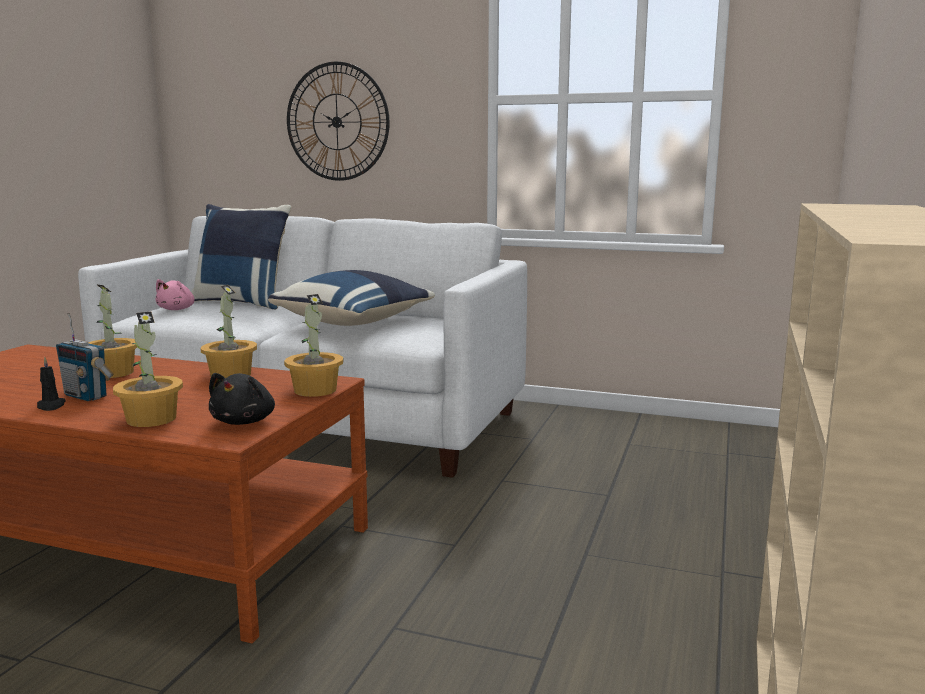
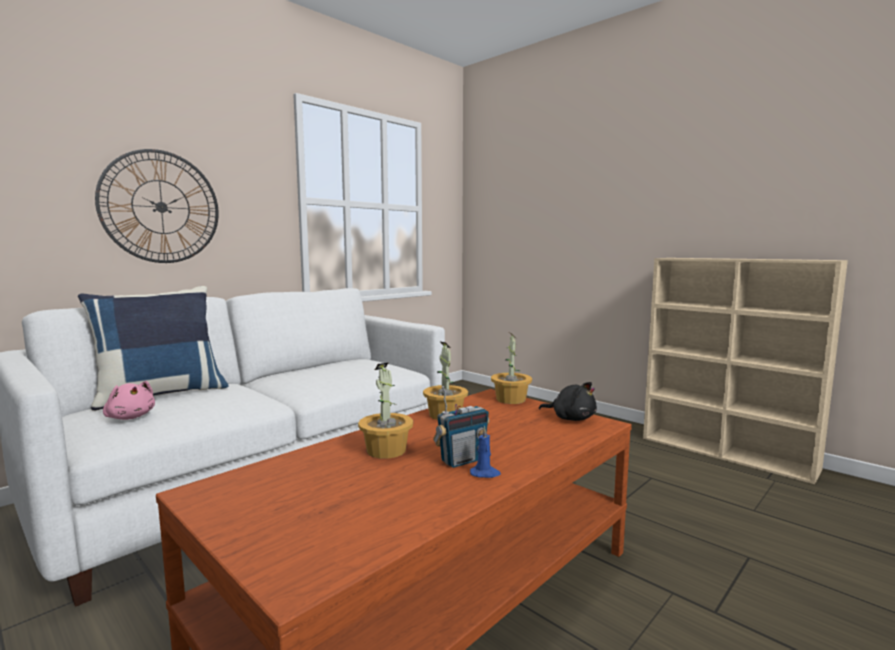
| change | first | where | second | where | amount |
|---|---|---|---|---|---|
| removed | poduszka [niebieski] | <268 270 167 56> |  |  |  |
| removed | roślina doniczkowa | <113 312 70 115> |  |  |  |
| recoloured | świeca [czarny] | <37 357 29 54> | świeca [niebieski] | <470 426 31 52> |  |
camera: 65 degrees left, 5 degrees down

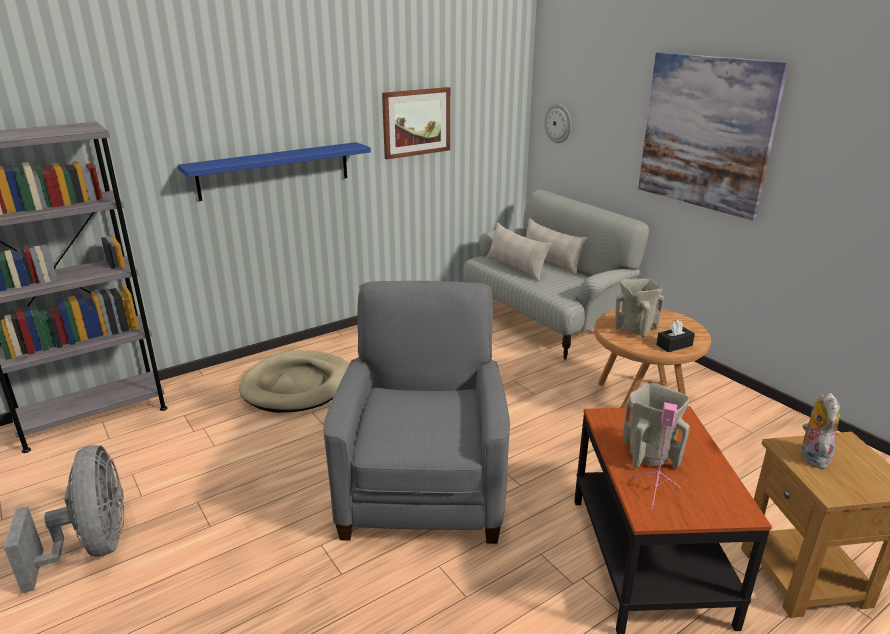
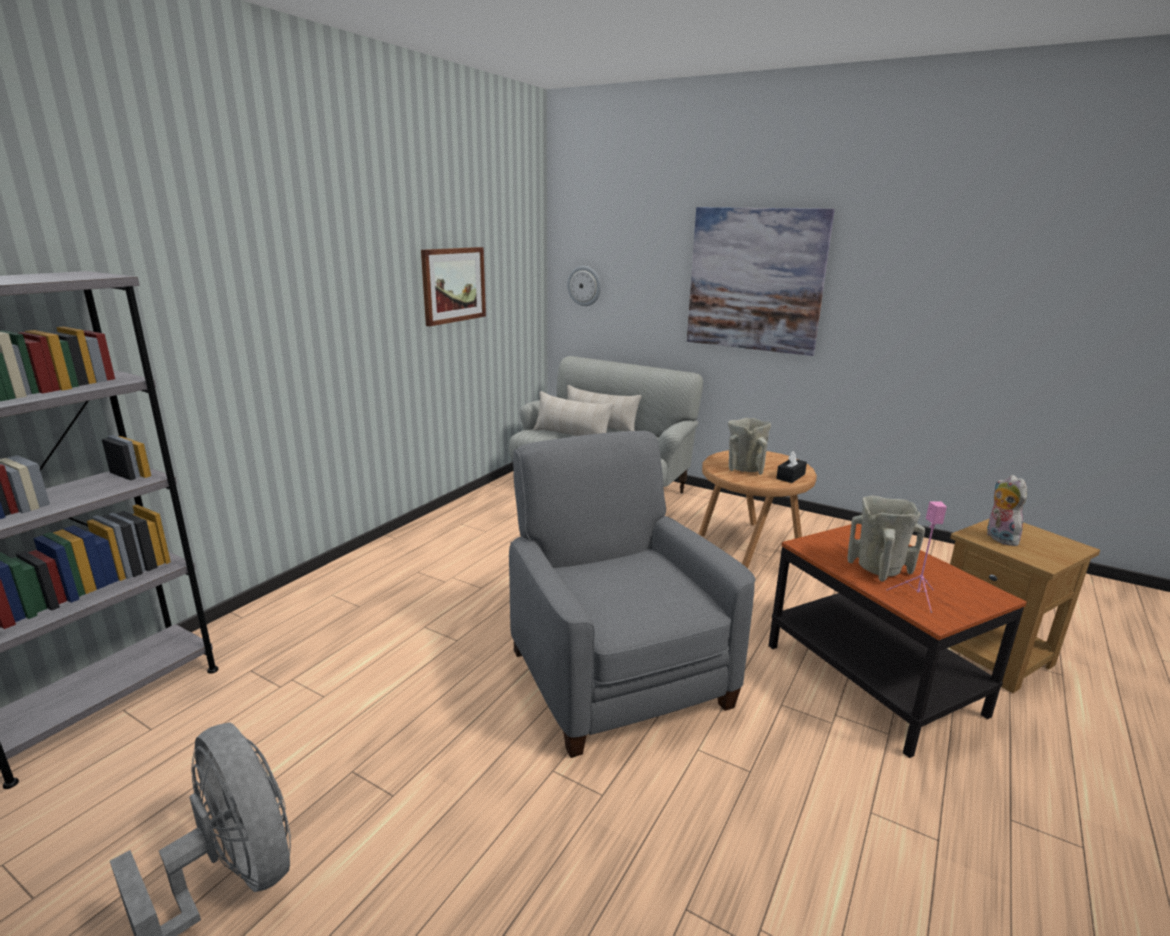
| change | first | where | second | where | amount |
|---|---|---|---|---|---|
| removed | półka [niebieski] | <178 142 193 59> |  |  |  |
| removed | legowisko [beżowy] | <239 350 110 63> |  |  |  |
camera: 25 degrees left, 5 degrees down

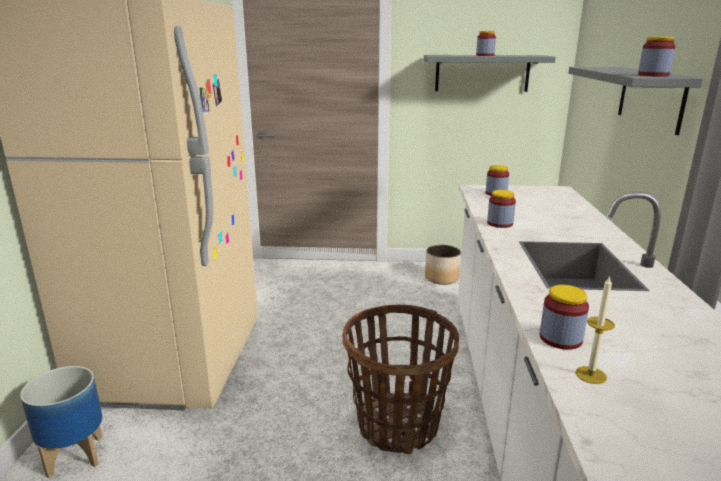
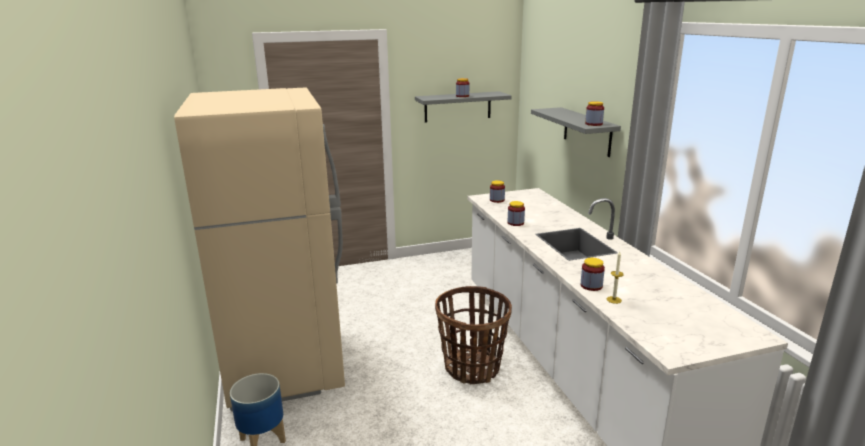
| change | first | where | second | where | amount |
|---|---|---|---|---|---|
| removed | donica | <425 245 36 40> |  |  |  |
camera: 20 degrees left, 0 degrees up

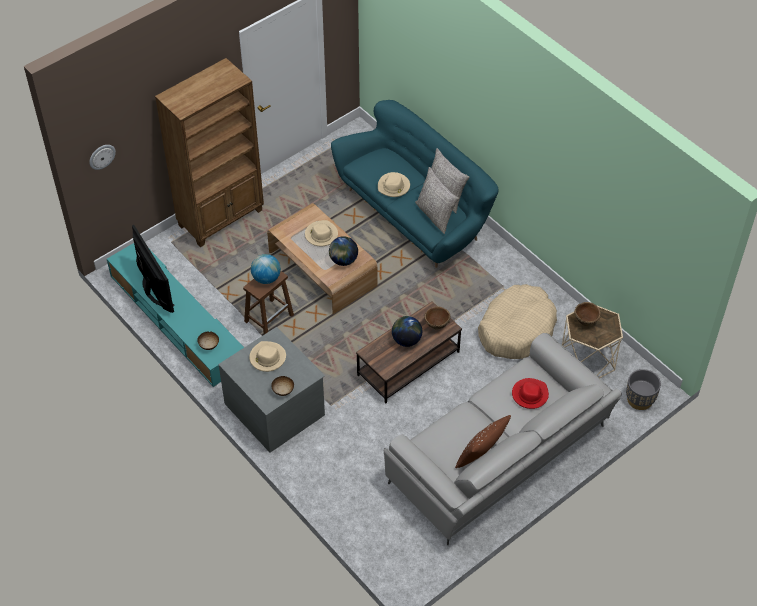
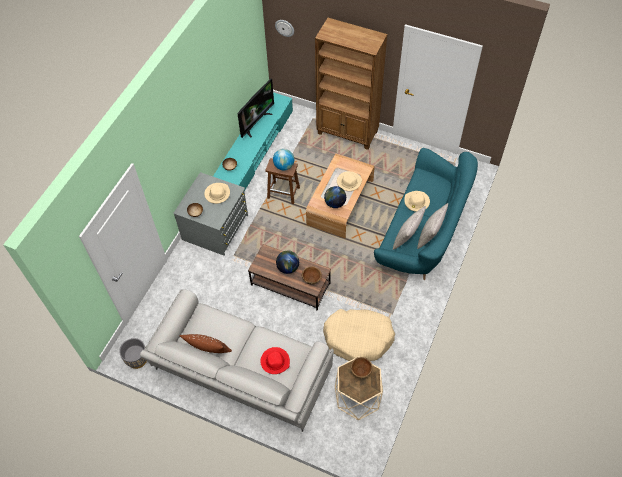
| change | first | where | second | where | amount |
|---|---|---|---|---|---|
| moved | donica [szary] | <626 369 35 41> |  | <119 338 28 31> |  |
camera: 65 degrees right, 5 degrees up

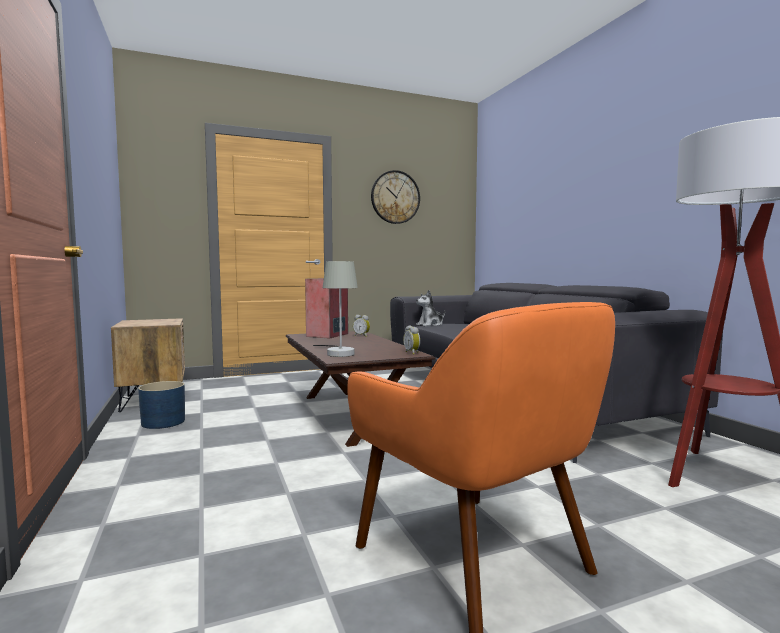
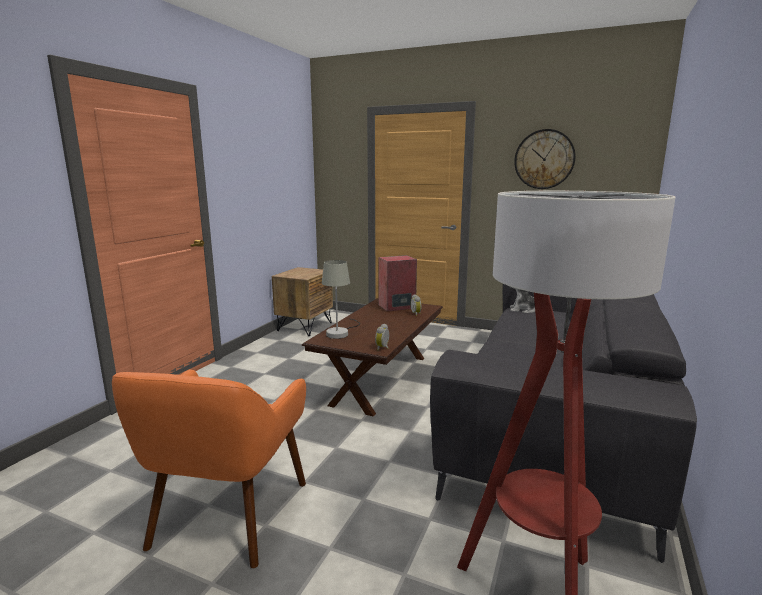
| change | first | where | second | where | amount |
|---|---|---|---|---|---|
| removed | donica [niebieski] | <138 381 47 48> |  |  |  |
camera: 45 degrees right, 10 degrees up

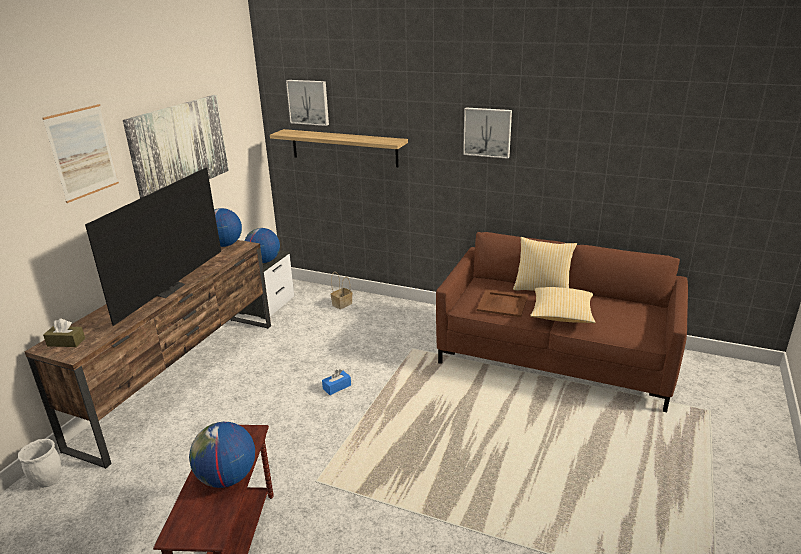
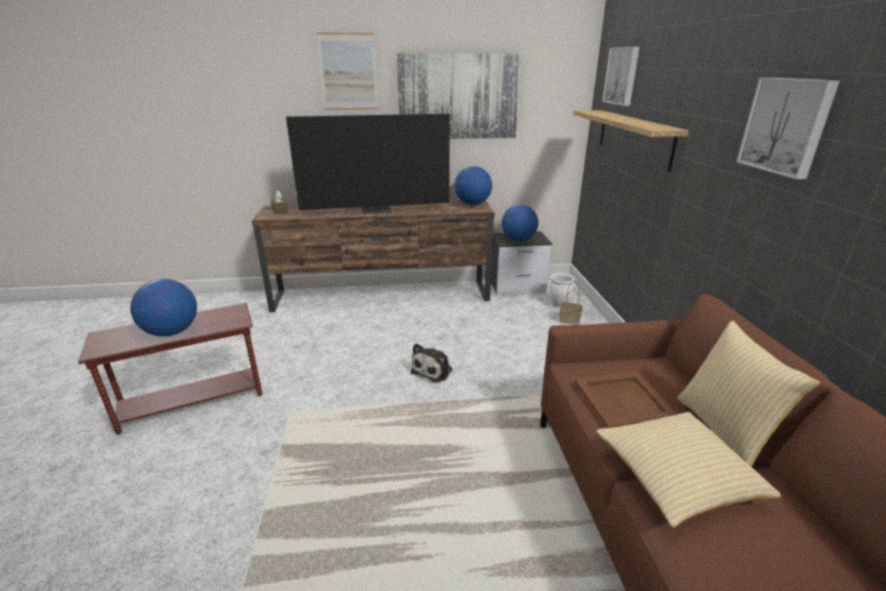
| change | first | where | second | where | amount |
|---|---|---|---|---|---|
| replaced | pudełko chusteczek [niebieski] | <322 369 29 26> | pluszak | <410 343 42 39> |  |
| moved | donica [biały] | <18 439 43 49> |  | <549 273 26 34> |  |
camera: 60 degrees right, 0 degrees up

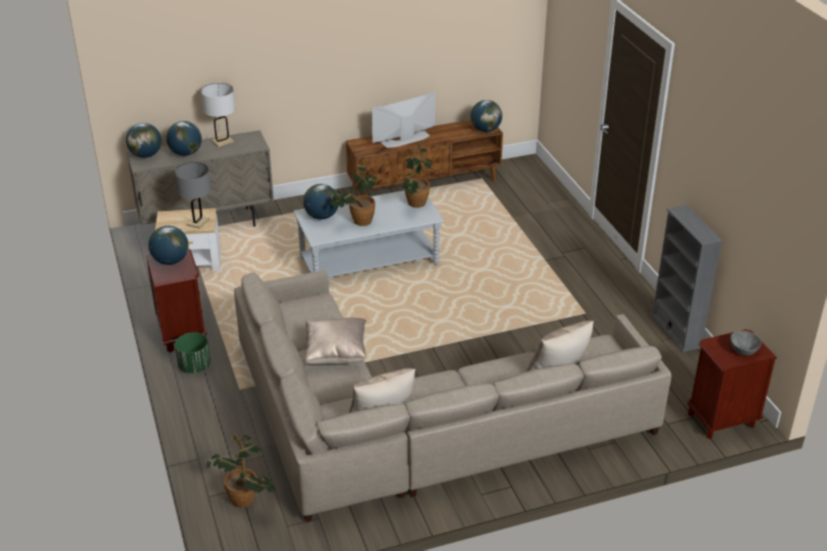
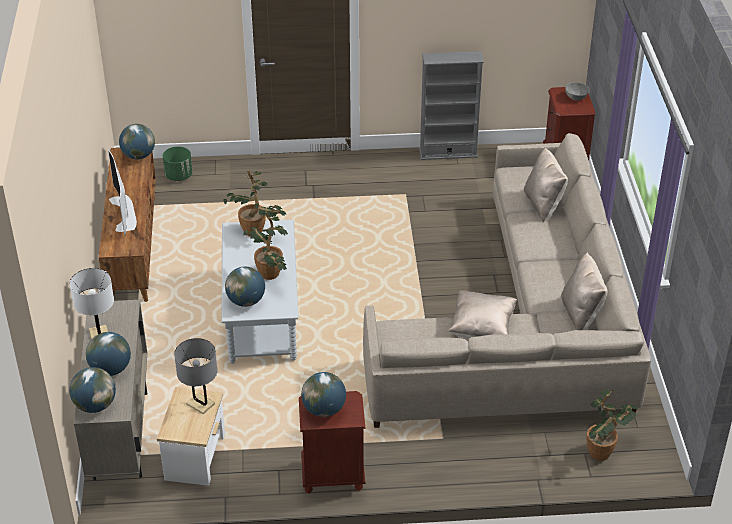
| change | first | where | second | where | amount |
|---|---|---|---|---|---|
| moved | donica [zielony] | <175 333 36 40> |  | <162 146 31 35> |  |
camera: 75 degrees left, 5 degrees up

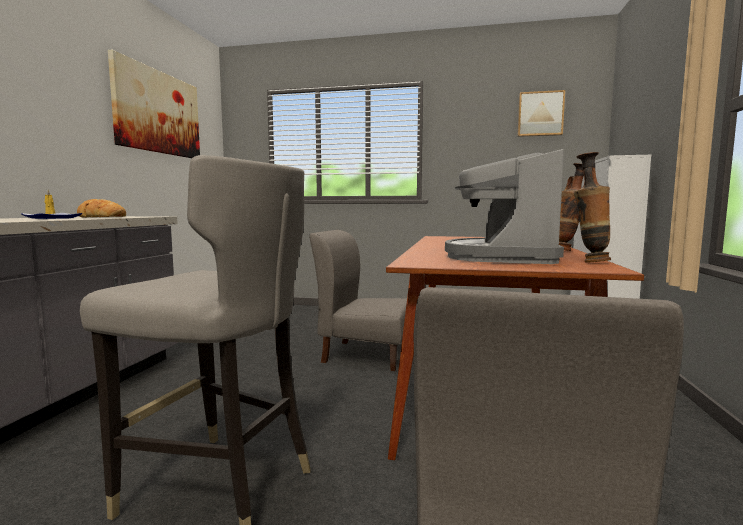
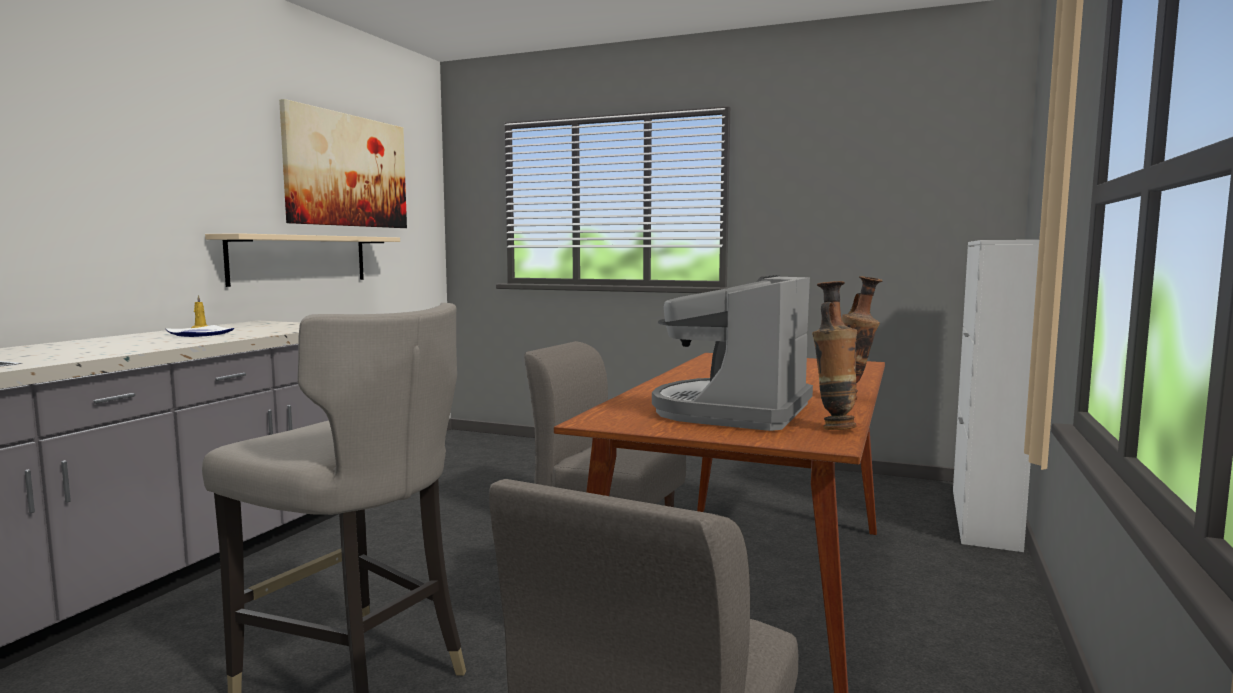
| change | first | where | second | where | amount |
|---|---|---|---|---|---|
| removed | obraz | <517 90 48 47> |  |  |  |
| removed | chleb | <77 199 49 19> |  |  |  |
| added |  |  | półka [beżowy] | <205 233 195 54> |  |
camera: 10 degrees right, 0 degrees up

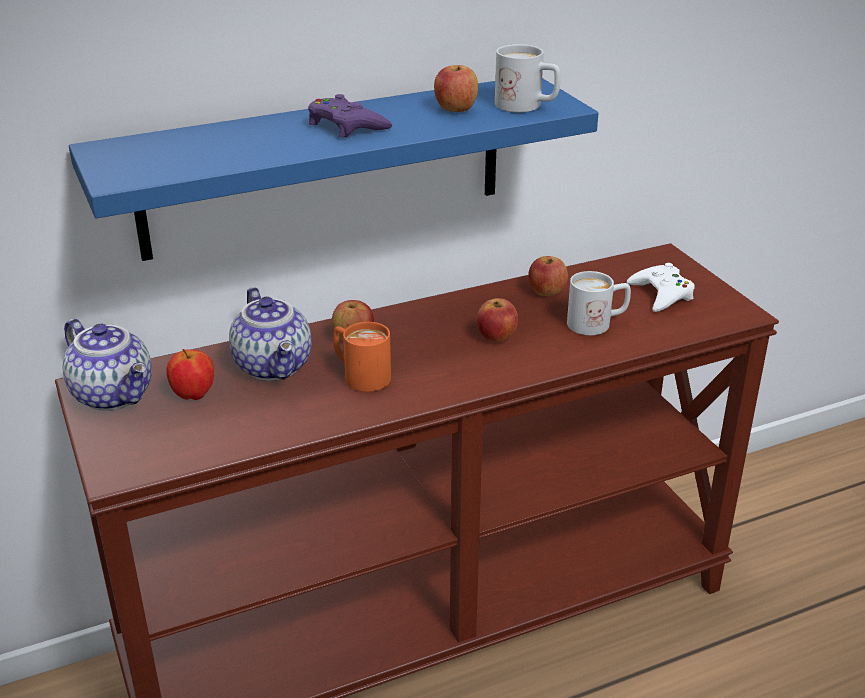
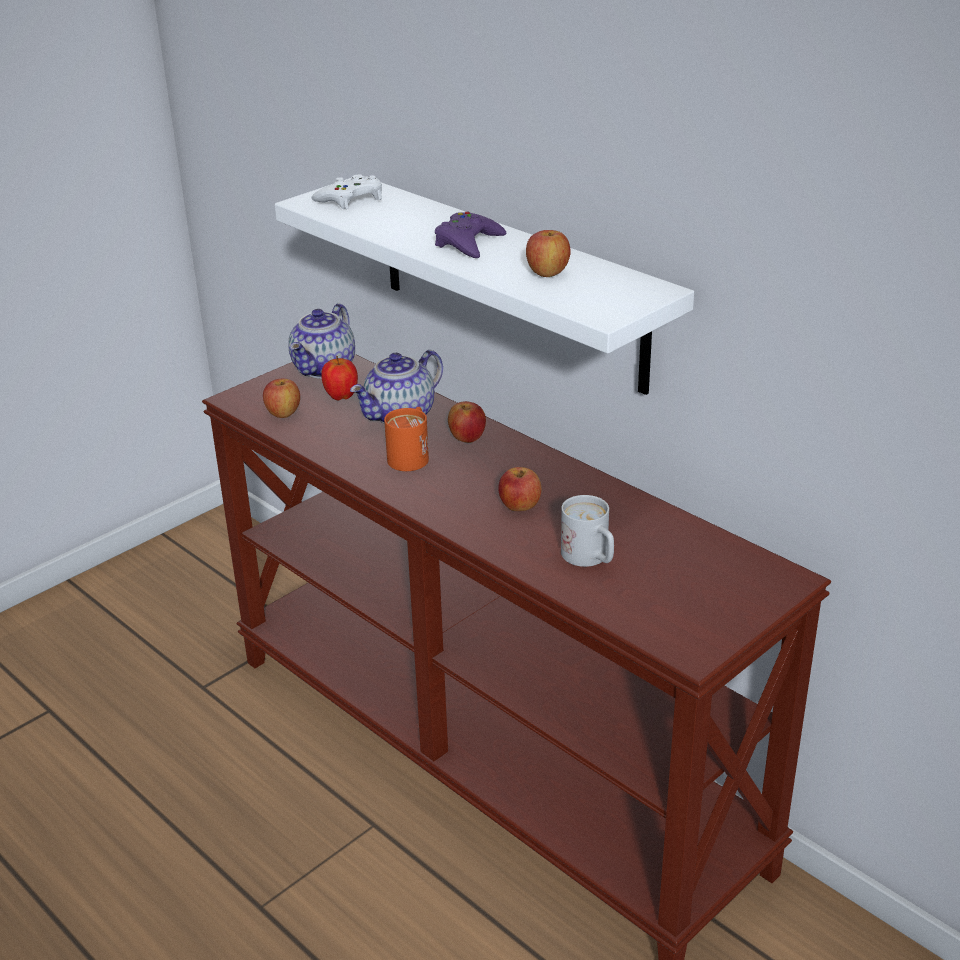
| change | first | where | second | where | amount |
|---|---|---|---|---|---|
| removed | kubek [biały] | <495 44 66 68> |  |  |  |
| recoloured | półka [niebieski] | <69 78 530 183> | półka [biały] | <275 178 419 217> |  |
| moved | jabłko | <528 256 40 40> |  | <263 379 37 39> |  |
| moved | pad do gier [biały] | <627 263 68 49> |  | <311 175 71 34> |  |
camera: 70 degrees right, 0 degrees up

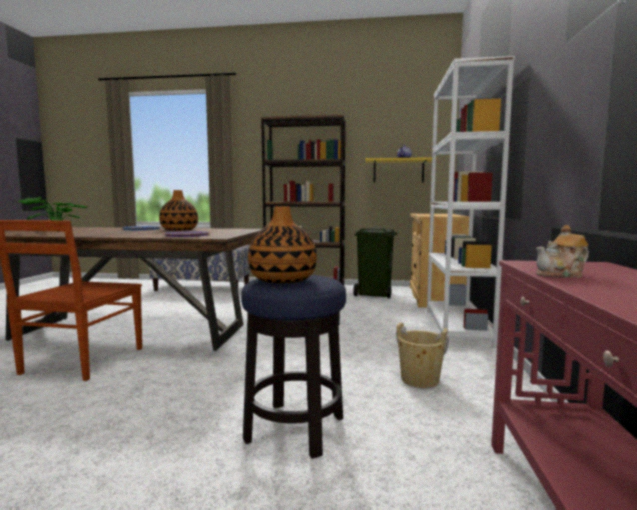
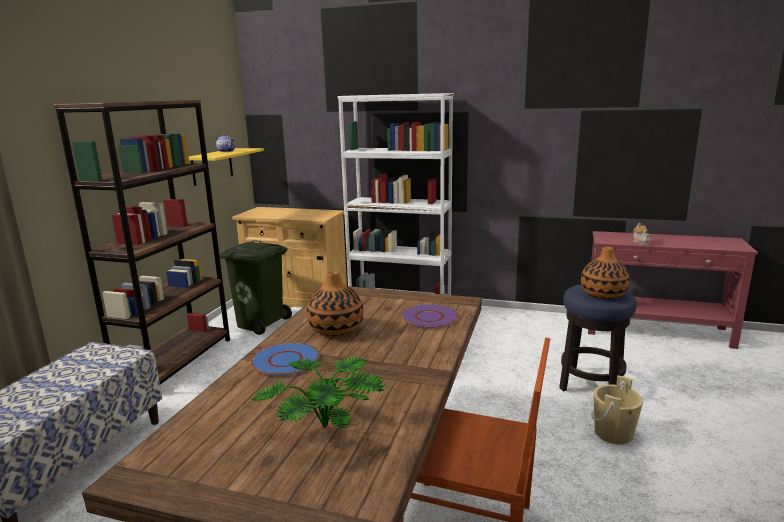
| change | first | where | second | where | amount |
|---|---|---|---|---|---|
| moved | wiadro [beżowy] | <396 322 53 66> |  | <592 375 51 70> |  |
camera: 80 degrees left, 10 degrees up

